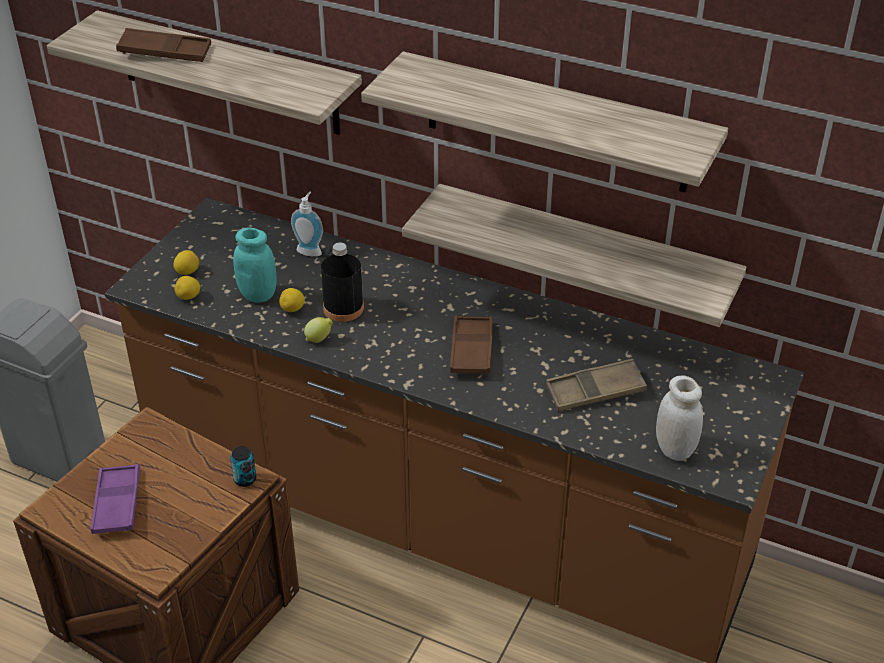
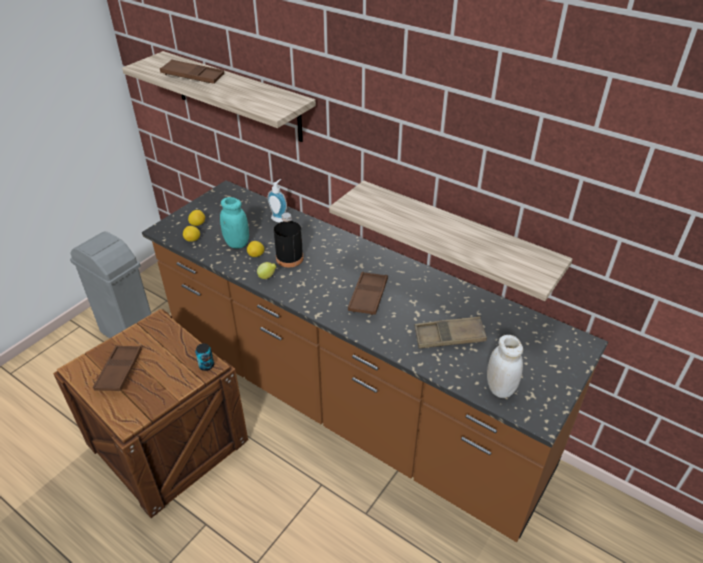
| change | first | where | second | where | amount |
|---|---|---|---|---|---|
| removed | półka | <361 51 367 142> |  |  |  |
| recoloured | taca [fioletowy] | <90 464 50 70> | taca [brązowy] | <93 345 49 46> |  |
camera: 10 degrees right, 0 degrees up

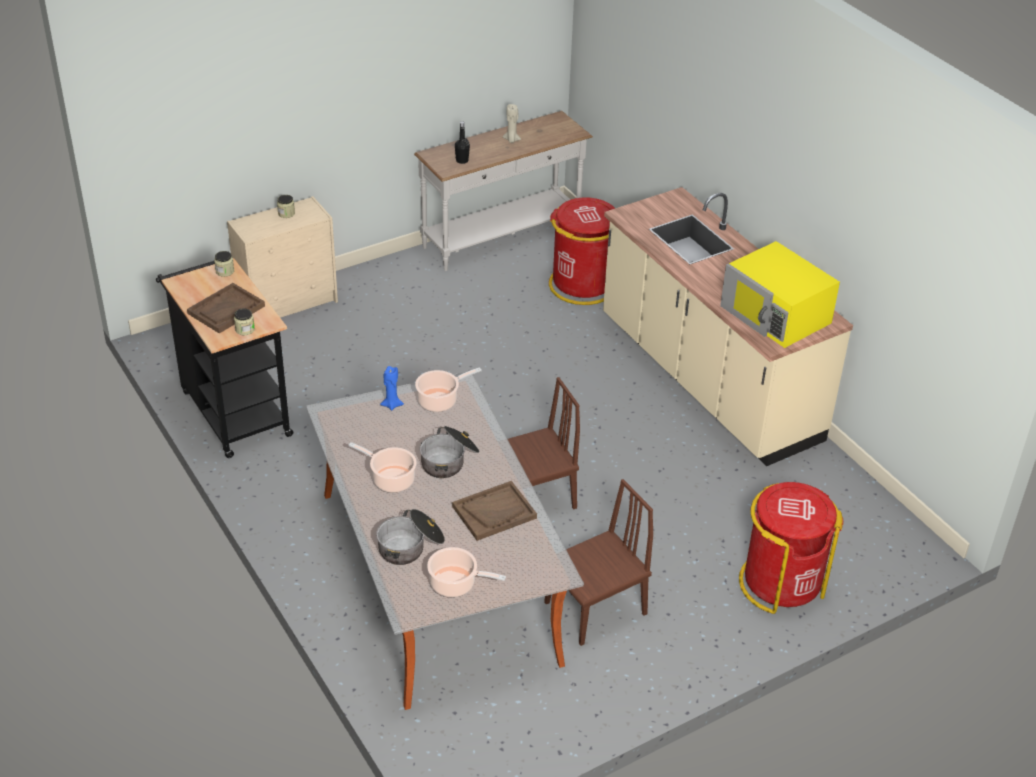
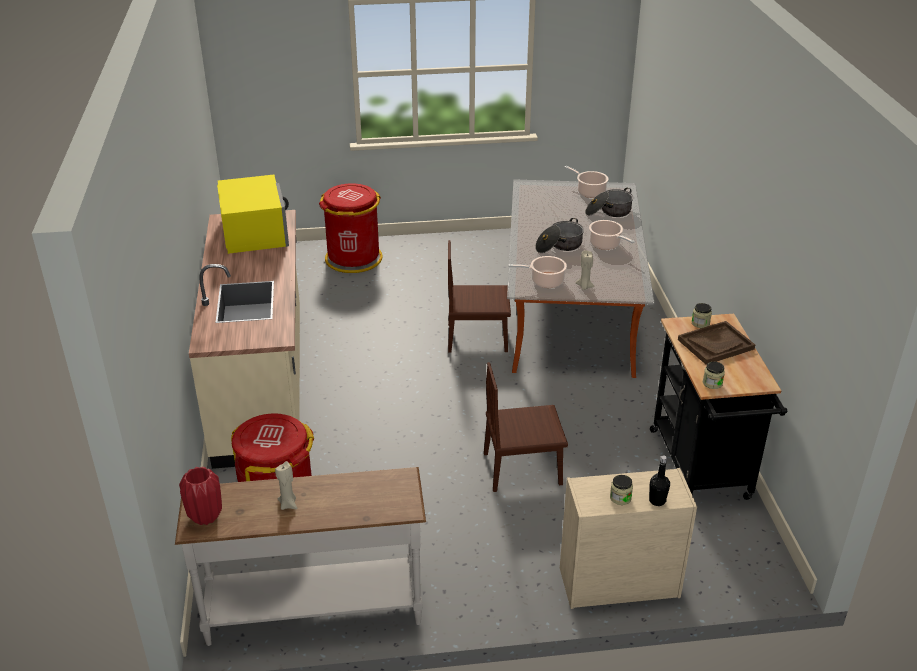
| change | first | where | second | where | amount |
|---|---|---|---|---|---|
| moved | butelka [czarny] | <455 121 15 43> |  | <649 455 21 51> |  |
| recoloured | świeca [niebieski] | <380 366 24 44> | świeca [beżowy] | <576 251 19 39> |  |
| moved | krzesło [brązowy] | <544 479 109 167> |  | <484 362 84 130> |  |
| removed | taca [brązowy] | <452 481 85 60> |  |  |  |
| added |  |  | wazon [czerwony] | <179 467 43 58> |  |
camera: 155 degrees left, 5 degrees down

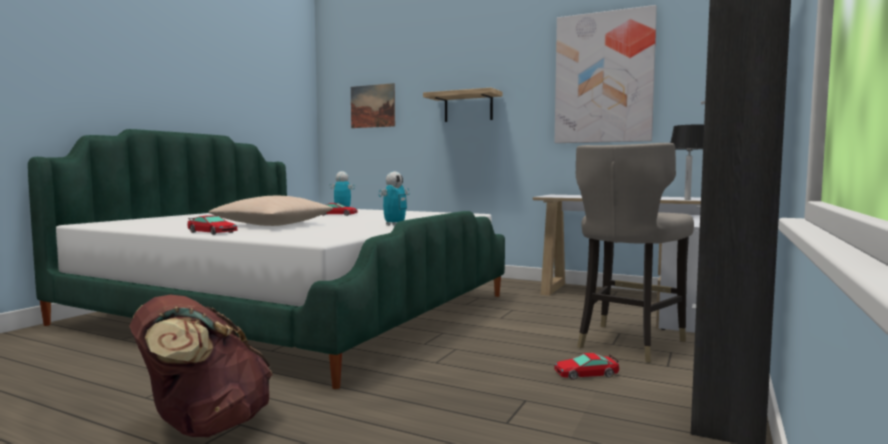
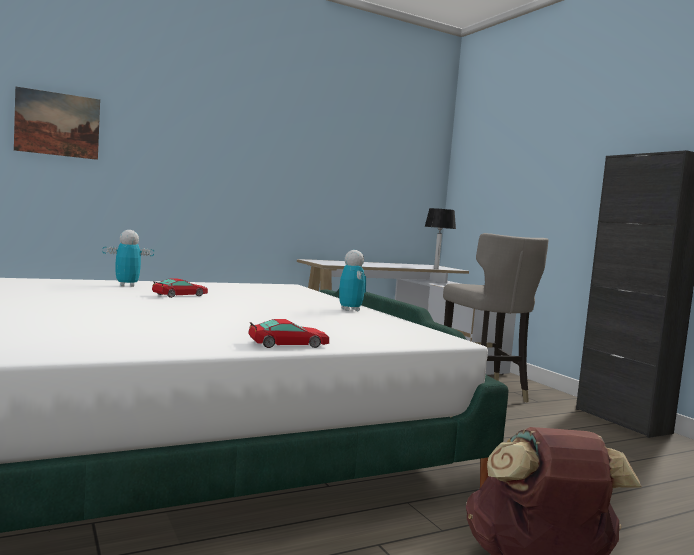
| change | first | where | second | where | amount |
|---|---|---|---|---|---|
| removed | obraz | <555 5 102 138> |  |  |  |
| removed | półka | <423 88 79 34> |  |  |  |
| removed | poduszka [beżowy] | <208 196 125 30> |  |  |  |
| removed | samochodzik | <554 353 65 27> |  |  |  |
camera: 55 degrees left, 0 degrees up

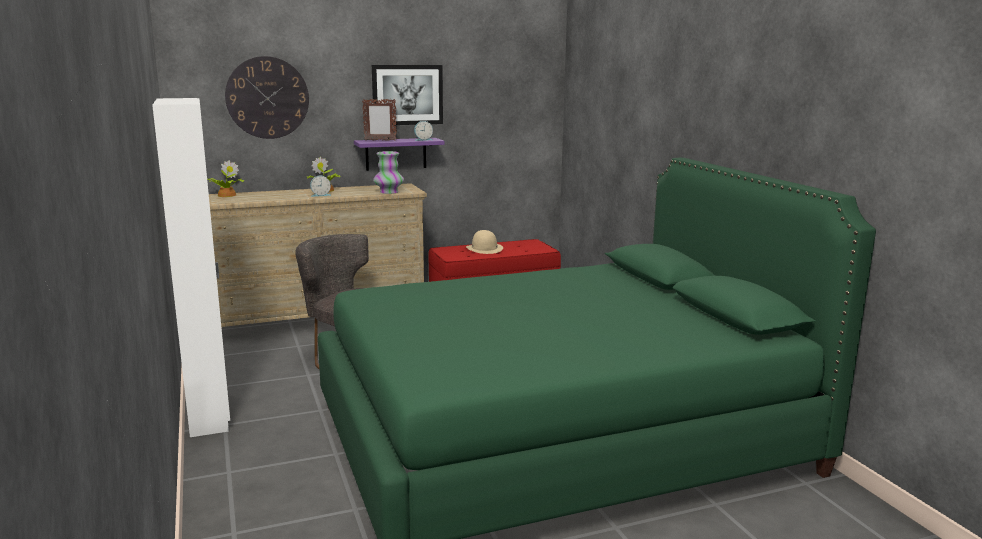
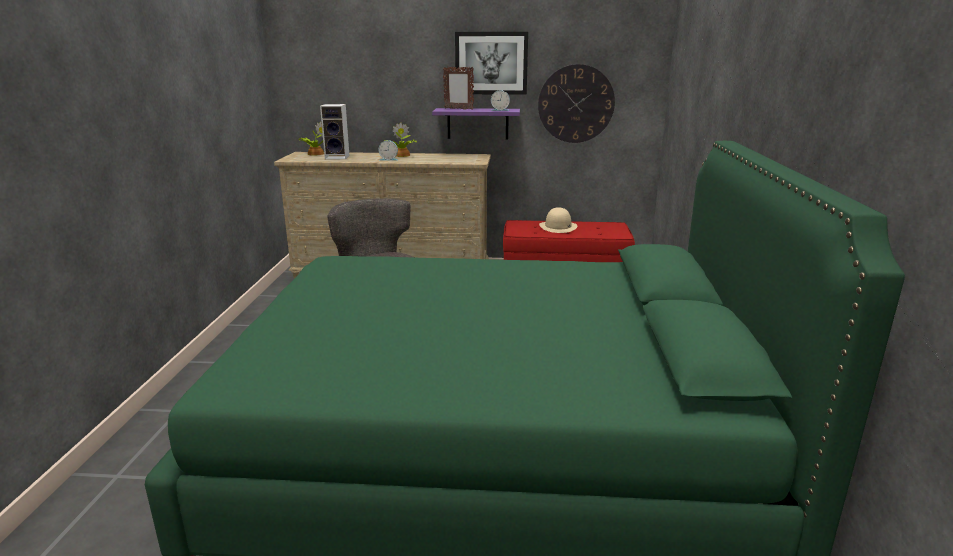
| change | first | where | second | where | amount |
|---|---|---|---|---|---|
| moved | zegar ścienny | <225 56 84 83> |  | <538 64 77 79> |  |
| removed | szafa [biały] | <152 98 78 339> |  |  |  |
| removed | wazon | <373 151 31 43> |  |  |  |
| added |  |  | głośnik | <320 104 30 55> |  |
camera: 25 degrees right, 5 degrees up

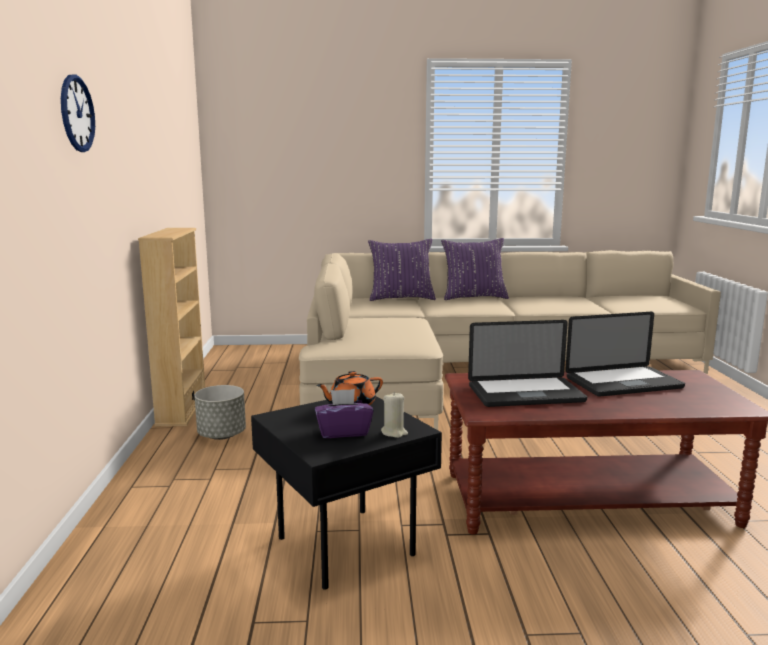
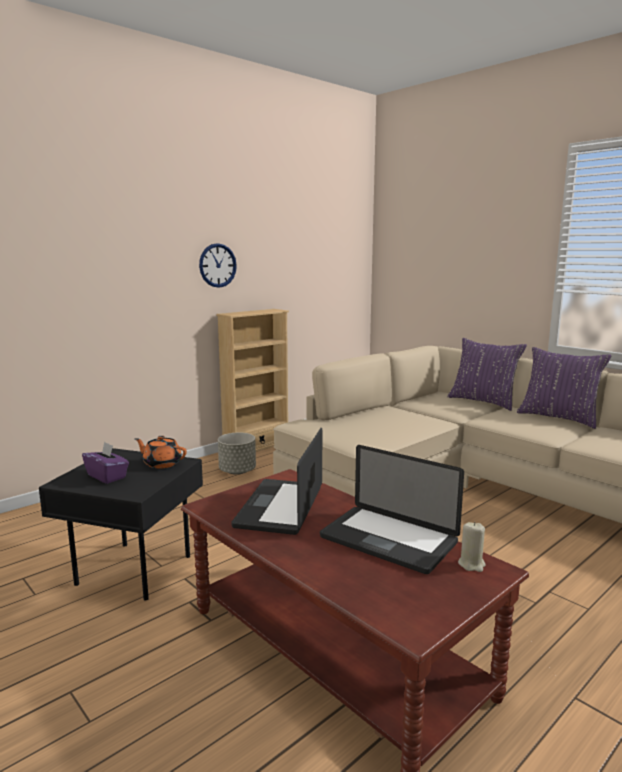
| change | first | where | second | where | amount |
|---|---|---|---|---|---|
| moved | zegar ścienny | <61 74 34 78> |  | <199 243 38 45> |  |
| turned | laptop | <468 320 119 87> |  | <231 428 91 107> | 60 degrees clockwise |
| moved | świeca [beżowy] | <381 392 27 46> |  | <458 522 28 50> |  |
camera: 50 degrees right, 0 degrees up

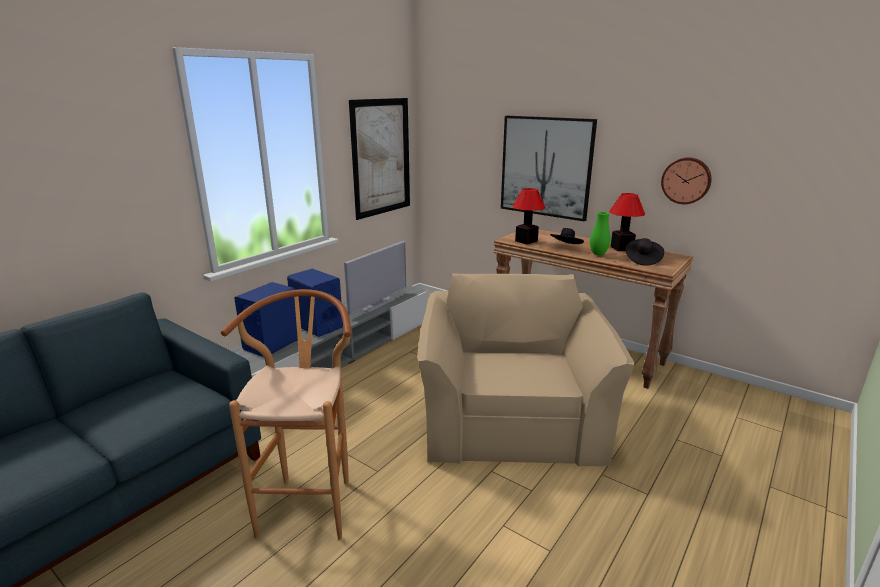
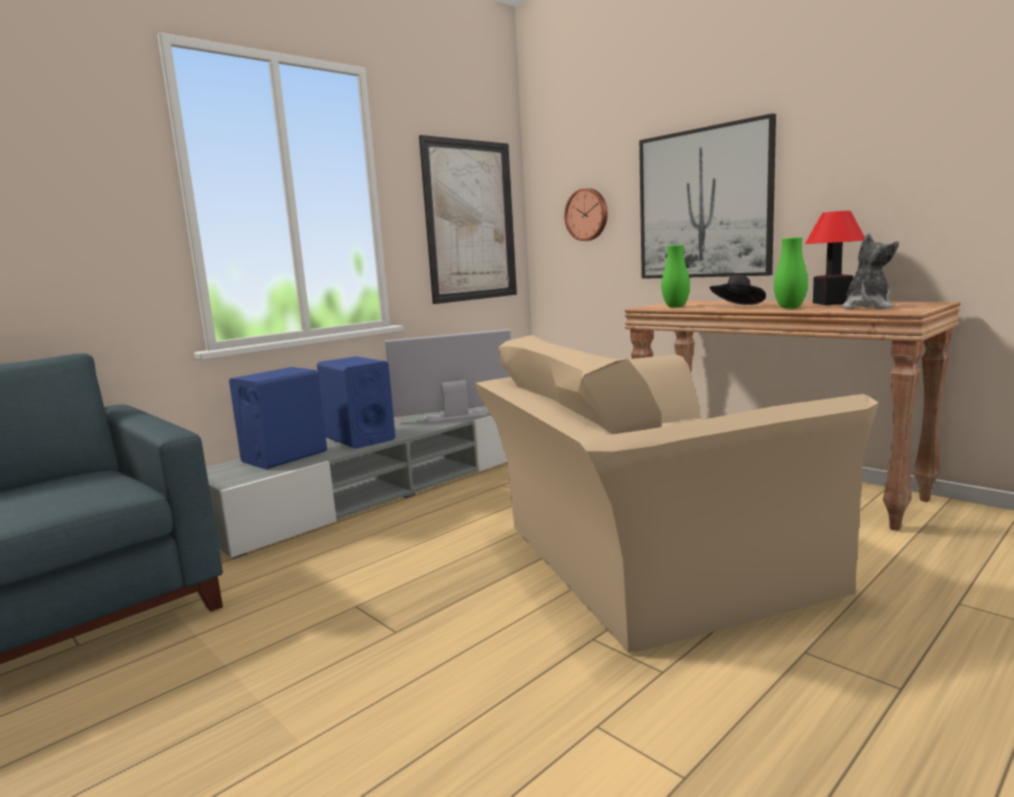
| change | first | where | second | where | amount |
|---|---|---|---|---|---|
| moved | zegar ścienny | <661 157 51 47> |  | <564 188 44 53> |  |
| replaced | lampa stołowa | <513 188 33 56> | wazon [zielony] | <661 245 29 62> |  |
| replaced | kapelusz [czarny] | <625 238 39 28> | pluszak | <842 233 57 76> |  |
| turned | telewizor | <344 241 62 74> |  | <384 329 127 94> | 150 degrees counterclockwise |
| turned | fotel [beżowy] | <417 273 218 193> |  | <475 335 404 318> | 120 degrees counterclockwise |
| removed | stołek [brązowy] | <221 289 131 251> |  |  |  |
camera: 10 degrees right, 10 degrees down

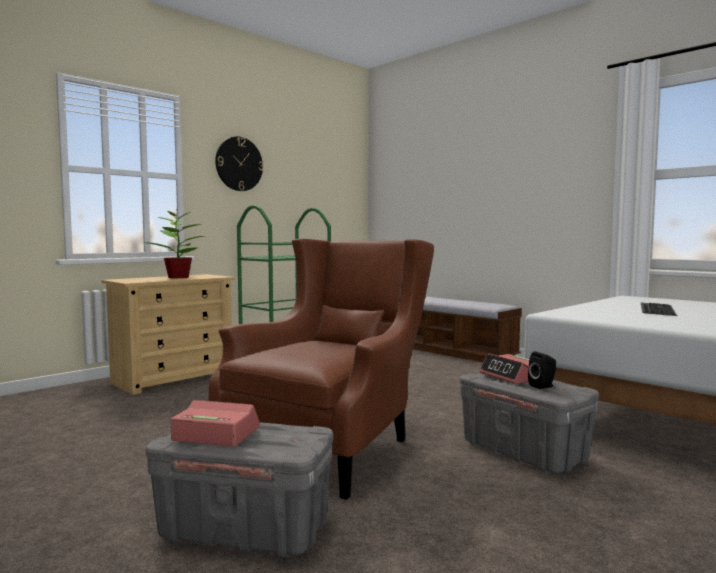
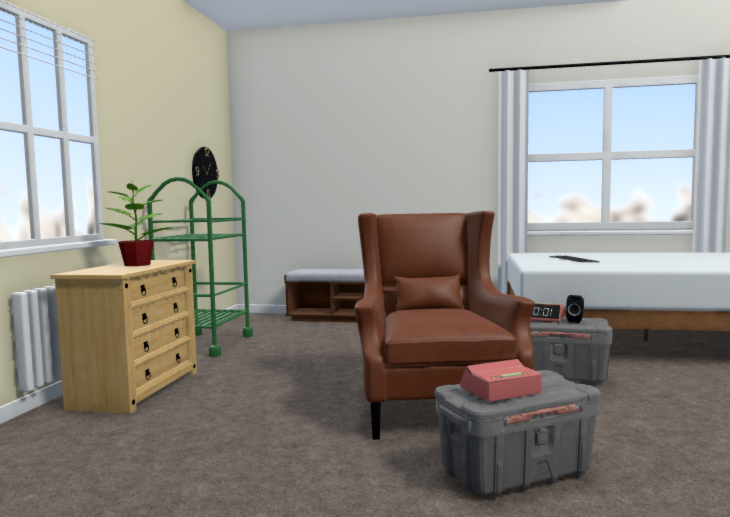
| change | first | where | second | where | amount |
|---|---|---|---|---|---|
| moved | zegar ścienny | <215 136 49 55> |  | <192 147 27 52> |  |
camera: 35 degrees left, 0 degrees up

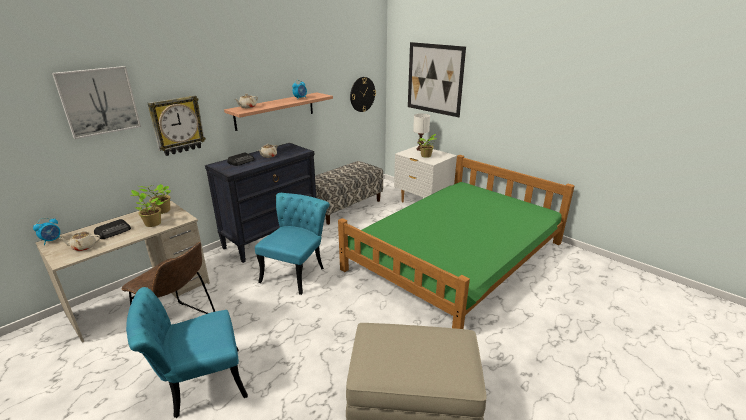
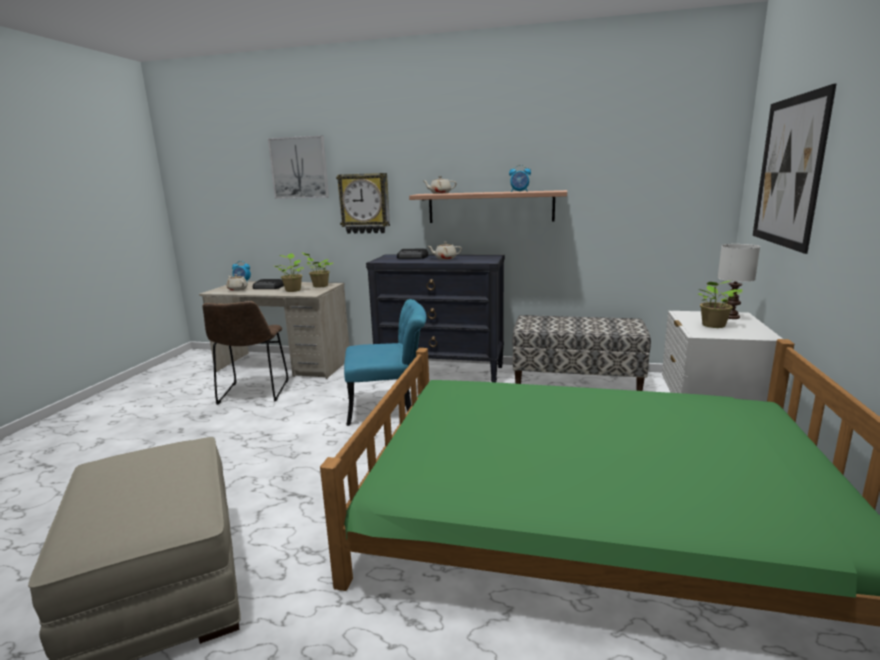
| change | first | where | second | where | amount |
|---|---|---|---|---|---|
| removed | zegar ścienny | <350 77 26 35> |  |  |  |
| removed | krzesło [turkusowy] | <126 287 122 131> |  |  |  |
camera: 60 degrees right, 10 degrees down

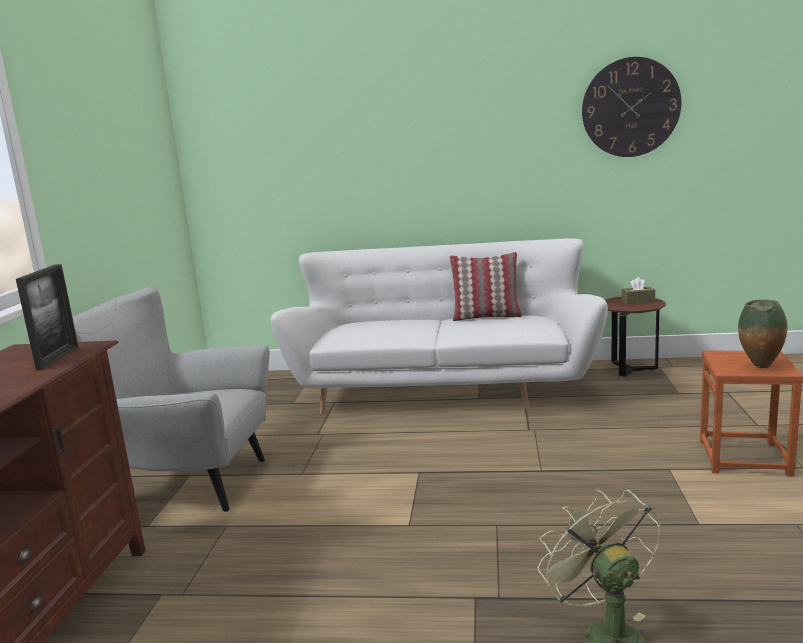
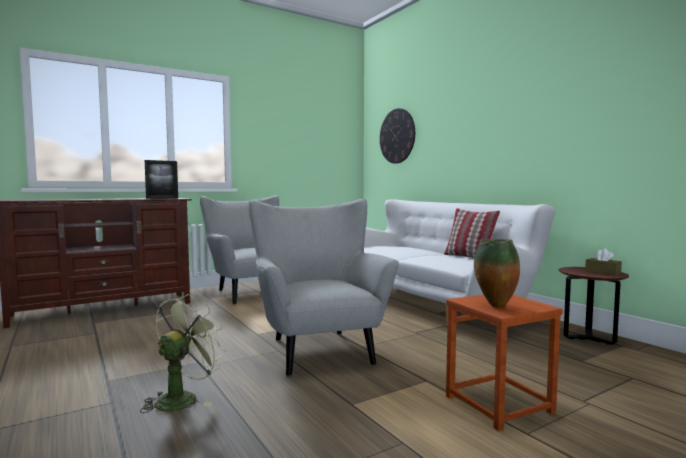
| change | first | where | second | where | amount |
|---|---|---|---|---|---|
| moved | zegar ścienny | <582 57 99 100> |  | <380 108 35 56> |  |
| added |  |  | fotel [szary] | <248 199 151 178> |  |
camera: 50 degrees right, 10 degrees down

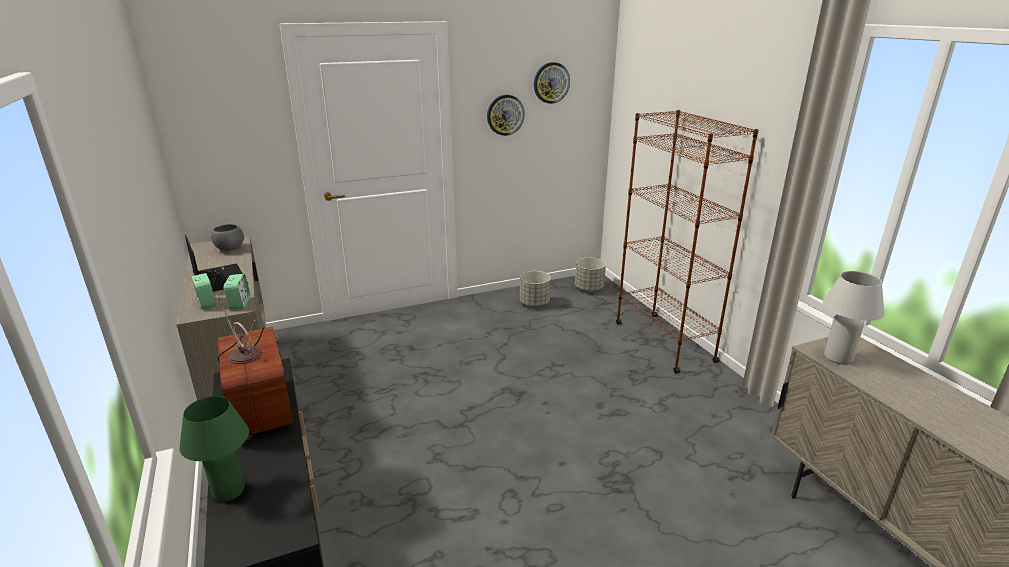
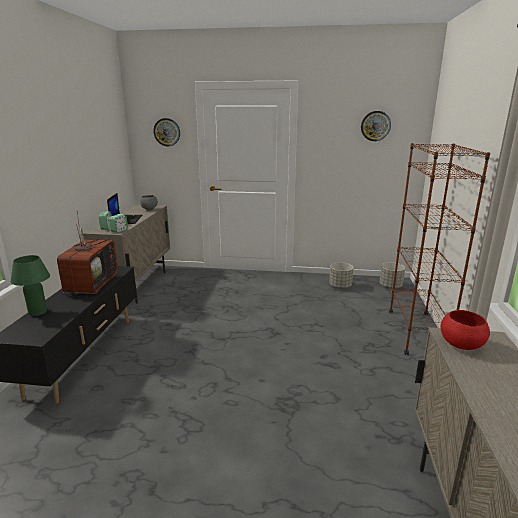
| change | first | where | second | where | amount |
|---|---|---|---|---|---|
| moved | zegar ścienny | <487 95 38 41> |  | <154 118 26 28> |  |
| replaced | lampa stołowa [biały] | <823 271 61 93> | miska [czerwony] | <441 310 49 40> |  |
camera: 30 degrees right, 5 degrees down

